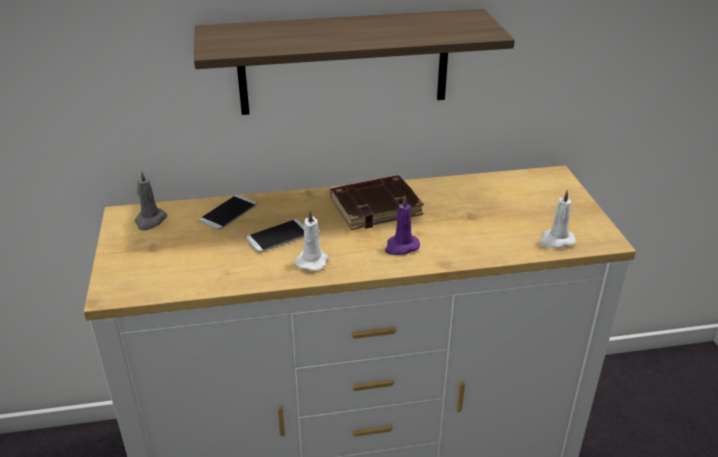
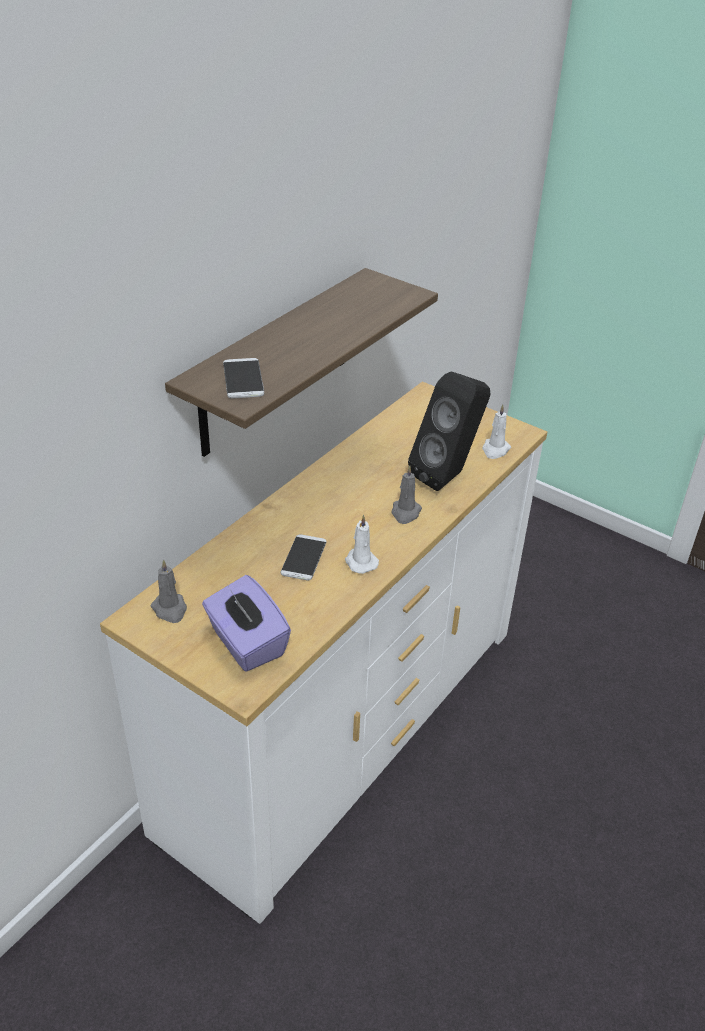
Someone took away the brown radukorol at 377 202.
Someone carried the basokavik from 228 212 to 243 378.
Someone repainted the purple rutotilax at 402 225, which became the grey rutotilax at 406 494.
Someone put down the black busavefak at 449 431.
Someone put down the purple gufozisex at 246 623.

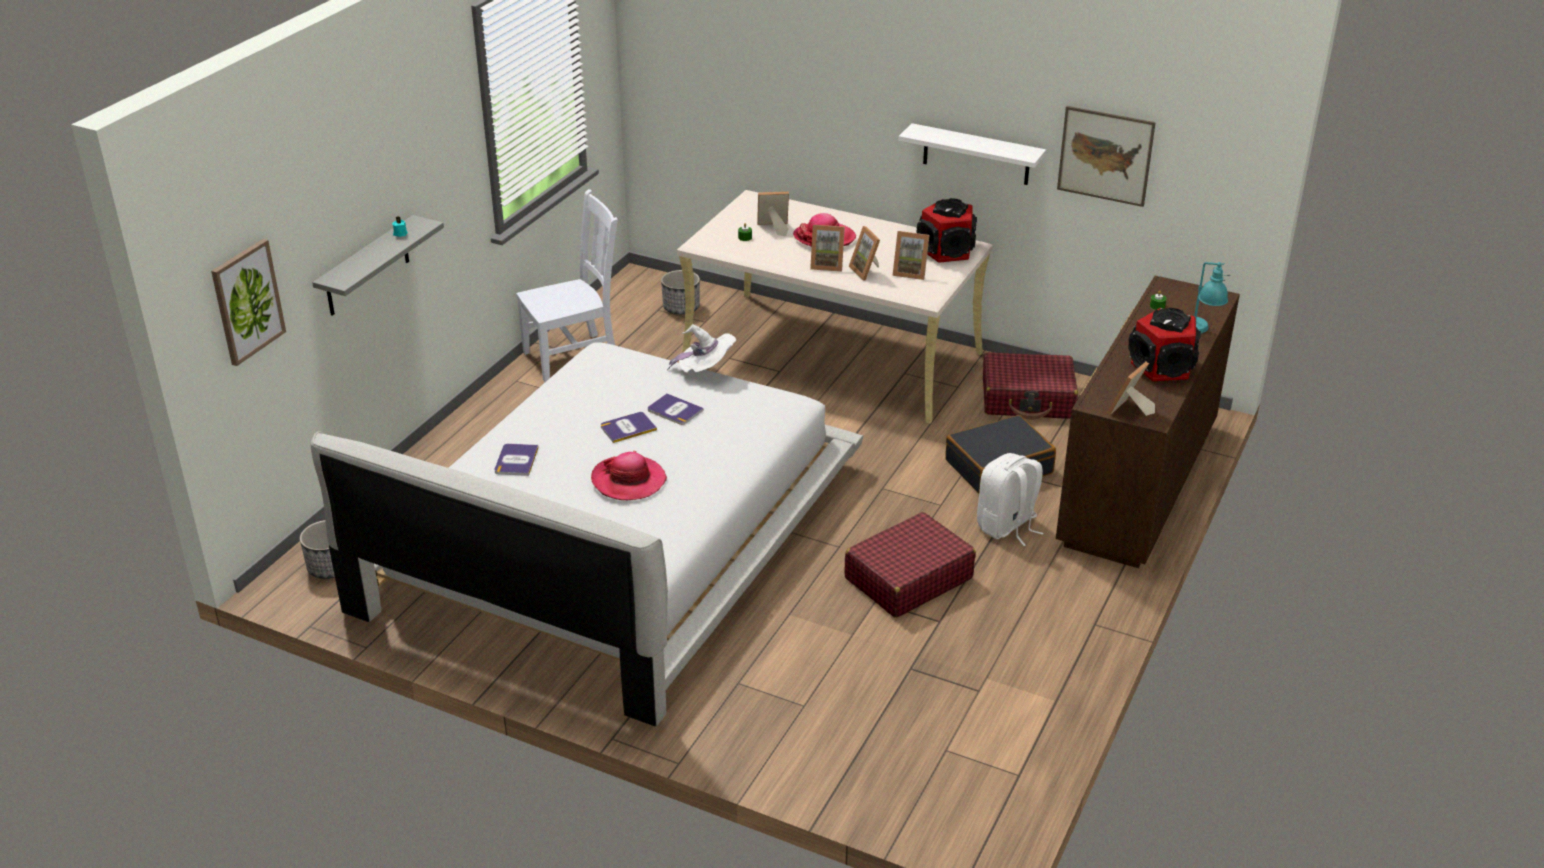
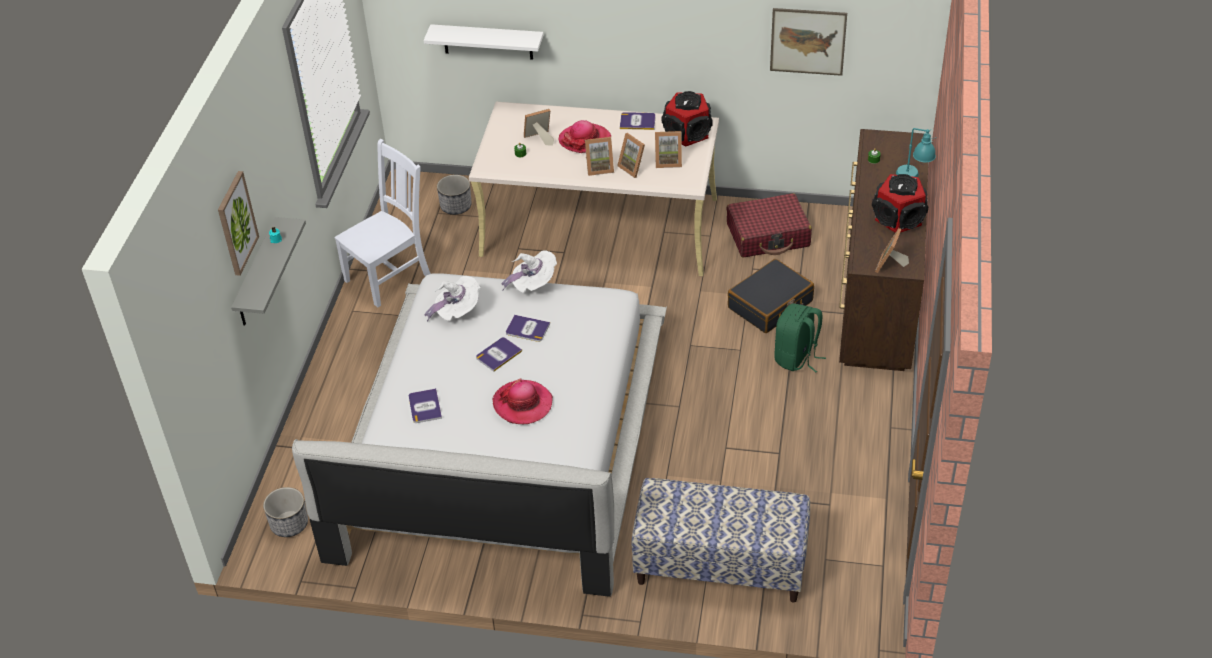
Someone carried the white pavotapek from 972 154 to 483 42.
Someone carried the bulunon from 248 302 to 238 223.
Someone repainted the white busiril at 1010 499, which became the green busiril at 800 338.
Someone took away the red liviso at 910 565.
Someone put down the radukorol at 638 121.
Someone put down the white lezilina at 452 298.
Someone put down the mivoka at 720 540.

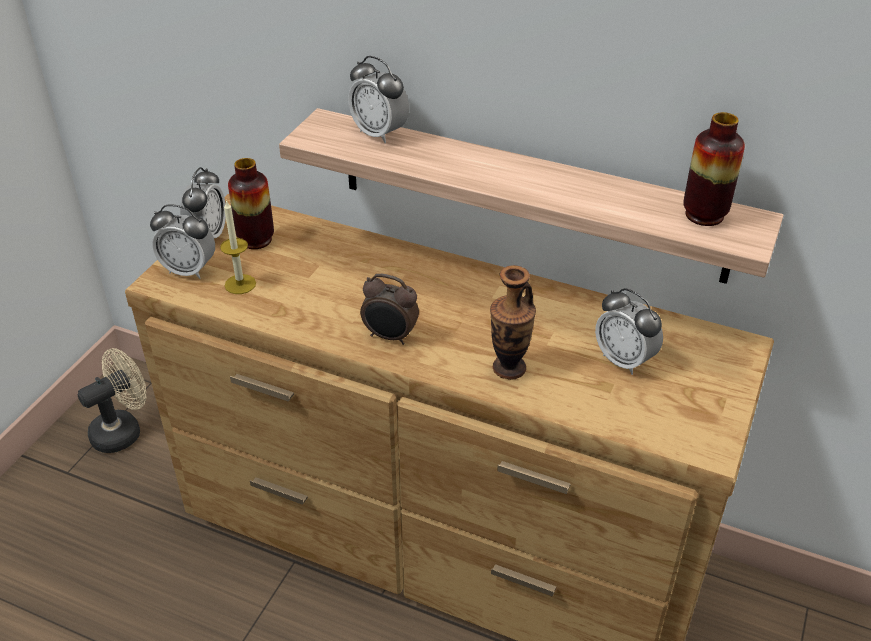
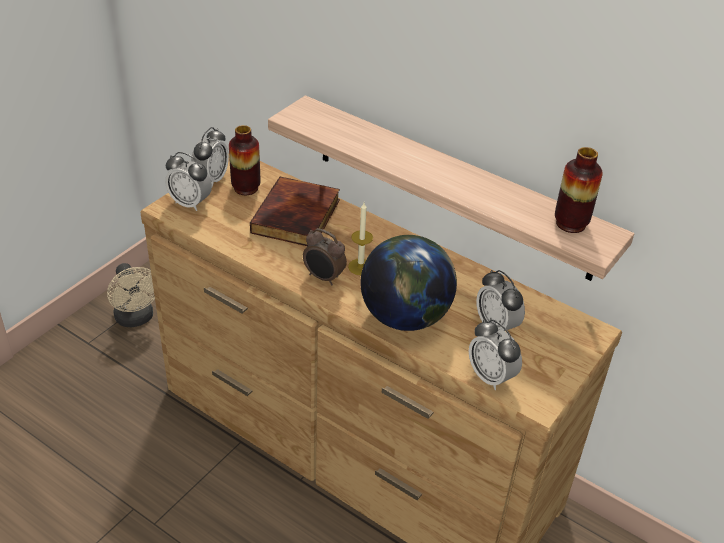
Someone carried the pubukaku from 378 100 to 495 354.
Someone carried the rutotilax from 238 247 to 360 239.
Someone swapped the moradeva at 513 322 for the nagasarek at 408 283.
Someone rotated the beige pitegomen at 112 400 by 90 degrees clockwise.
Someone put down the radukorol at 295 211.

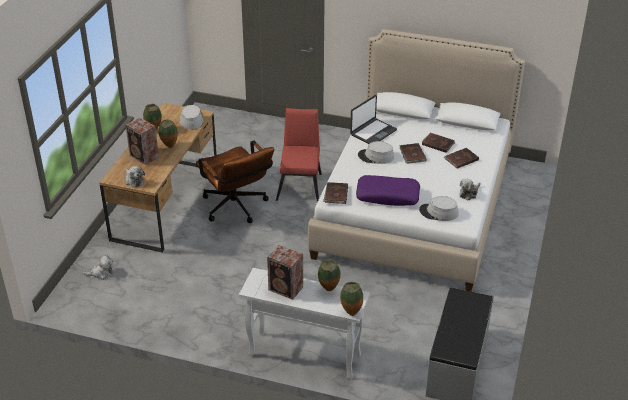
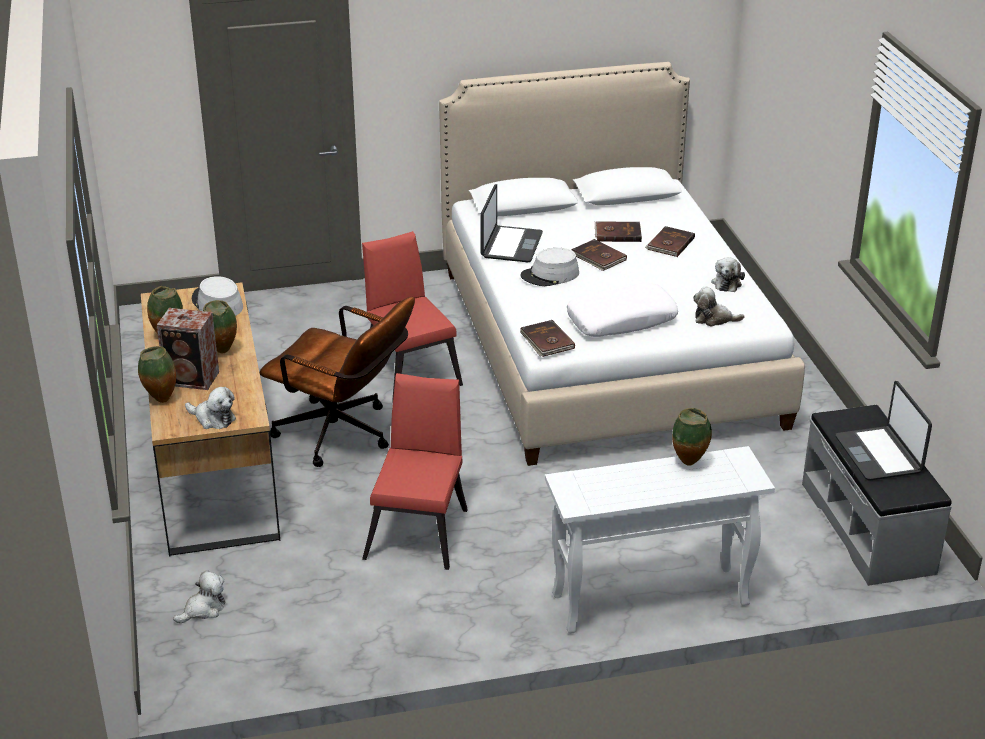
Someone repainted the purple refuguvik at 388 190, which became the white refuguvik at 622 309.
Someone swapped the grey lezilina at 439 208 for the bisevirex at 719 306.
Someone took away the busavefak at 285 272.
Someone carried the moradeva from 351 299 to 157 374.
Someone put down the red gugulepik at 415 471.
Someone put down the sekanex at 884 431.

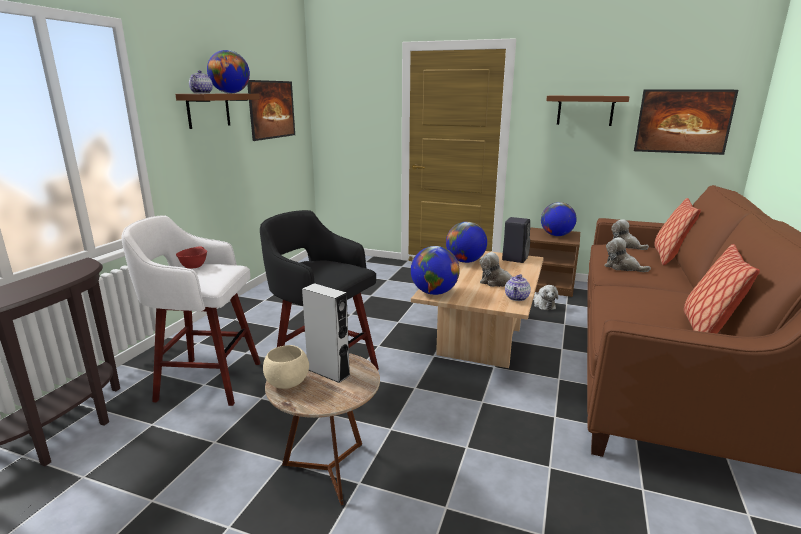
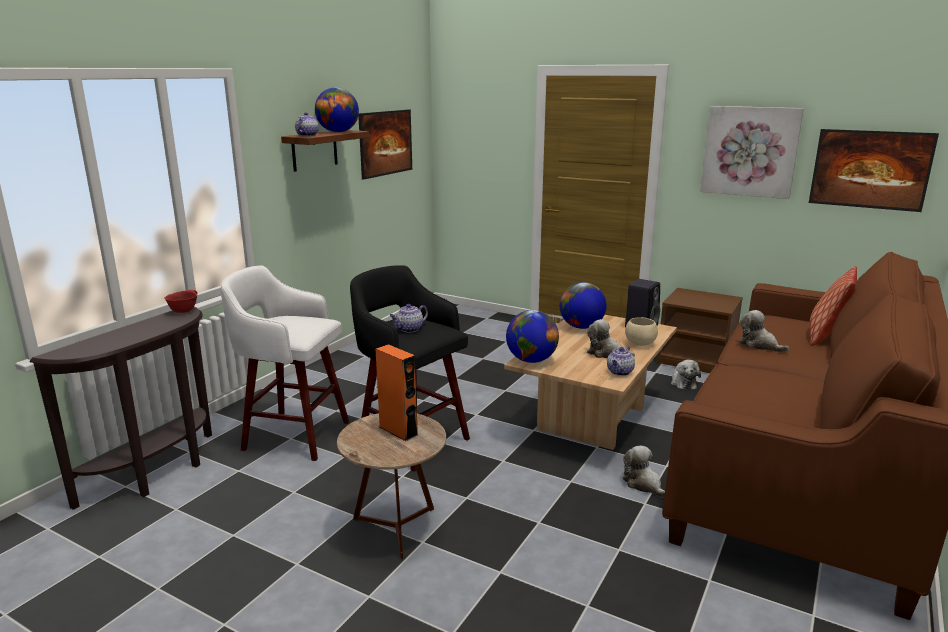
Someone swapped the brown pavotapek at 588 111 for the bulunon at 752 152.
Someone took away the nagasarek at 559 219.
Someone carried the bisevirex from 630 234 to 644 472.
Someone took away the refuguvik at 722 289.
Someone carried the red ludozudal from 191 257 to 180 301.
Someone repainted the grey busavefak at 326 333, which became the orange busavefak at 397 392.
Someone carried the beige ludozudal from 286 367 to 641 331.
Someone put down the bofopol at 408 318.

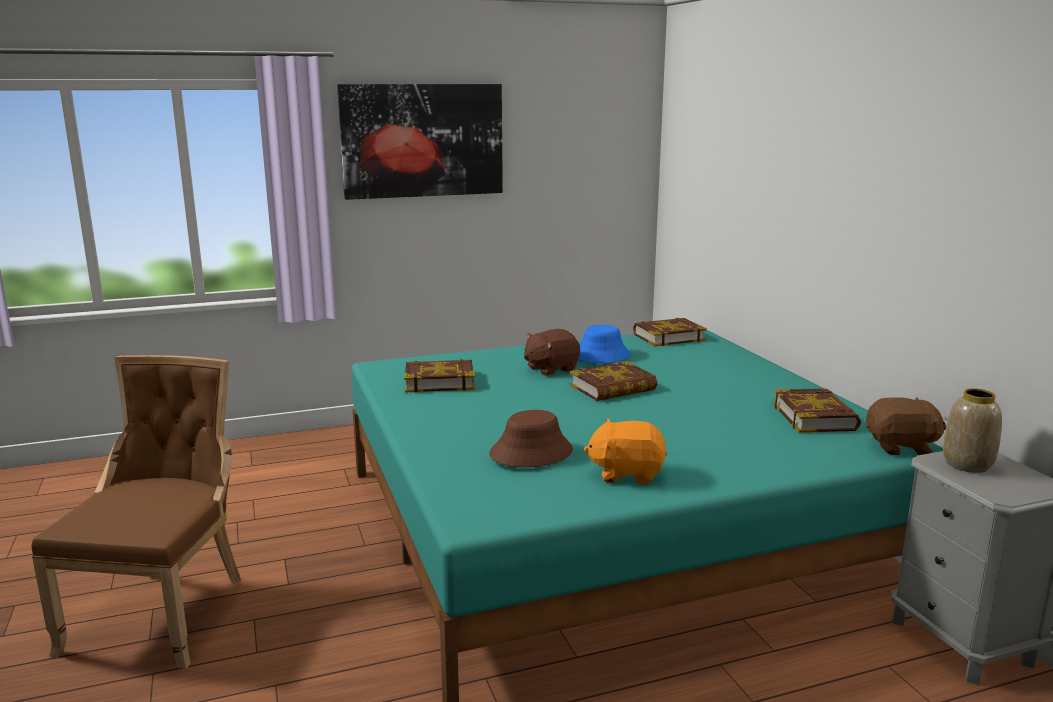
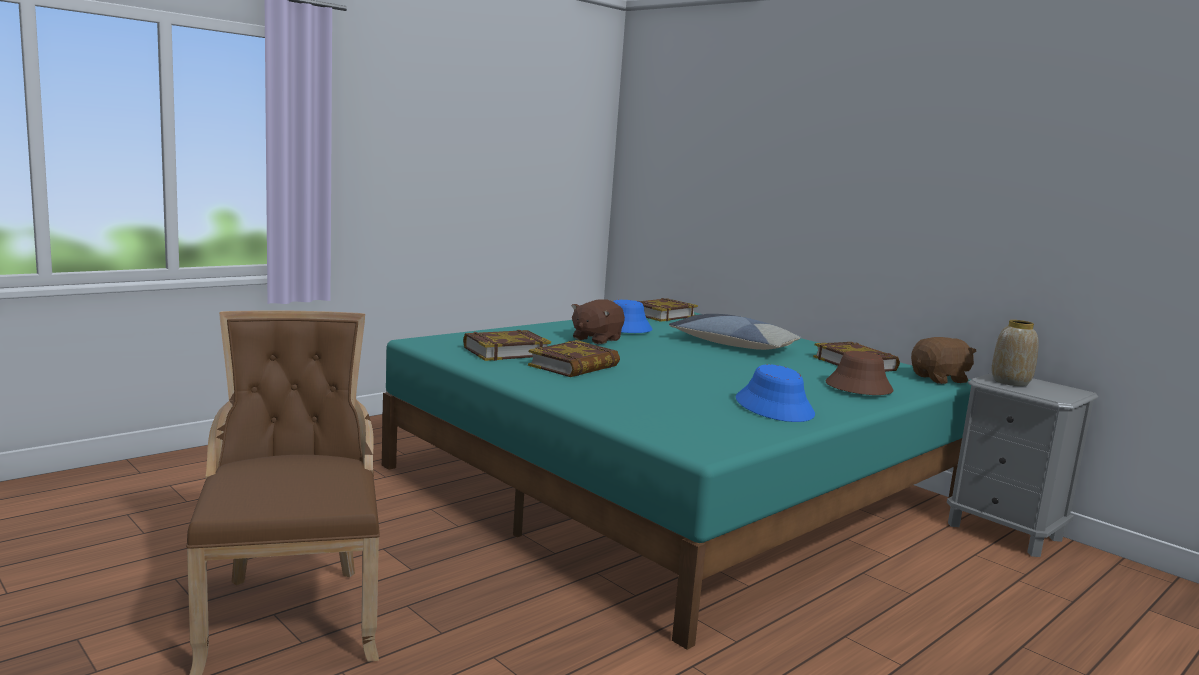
Someone took away the bulunon at 420 142.
Someone carried the radukorol from 613 381 to 574 358.
Someone carried the brown lezilina from 531 438 to 859 373.
Someone swapped the orange bisevirex at 625 451 for the blue lezilina at 775 393.
Someone put down the refuguvik at 735 332.

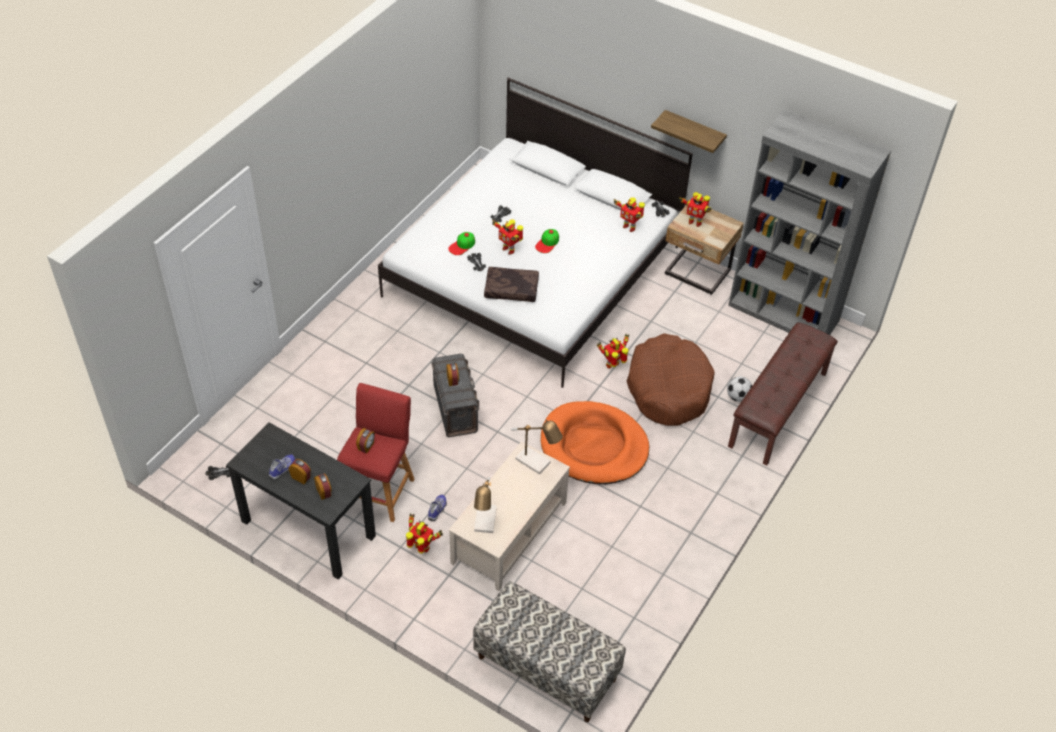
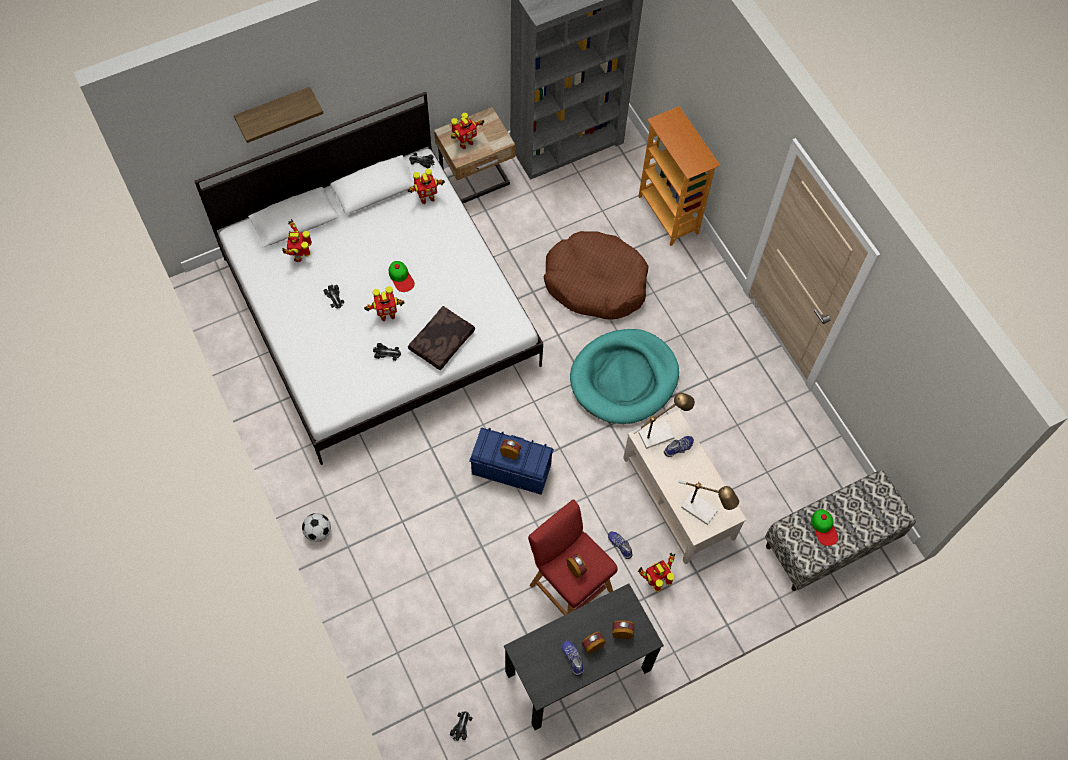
Someone carried the pavotapek from 689 131 to 279 115.
Someone carried the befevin from 461 243 to 824 527.
Someone swapped the brown mivoka at 783 394 for the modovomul at 679 176.
Someone carried the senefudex from 613 351 to 297 240.
Someone repainted the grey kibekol at 455 395, which became the blue kibekol at 511 461.
Someone carried the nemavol from 739 389 to 316 527.
Someone repainted the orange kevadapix at 595 442, which became the turquoise kevadapix at 624 376.
Someone put down the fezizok at 679 446.

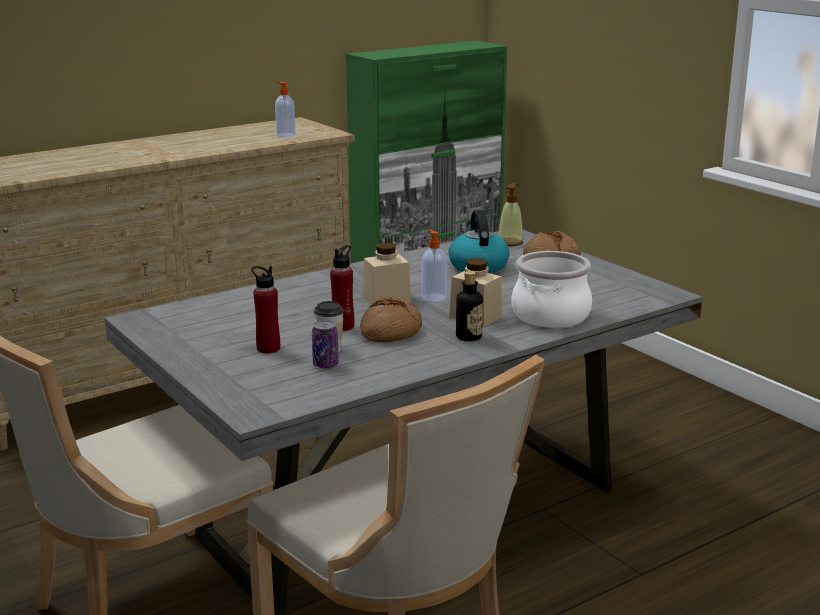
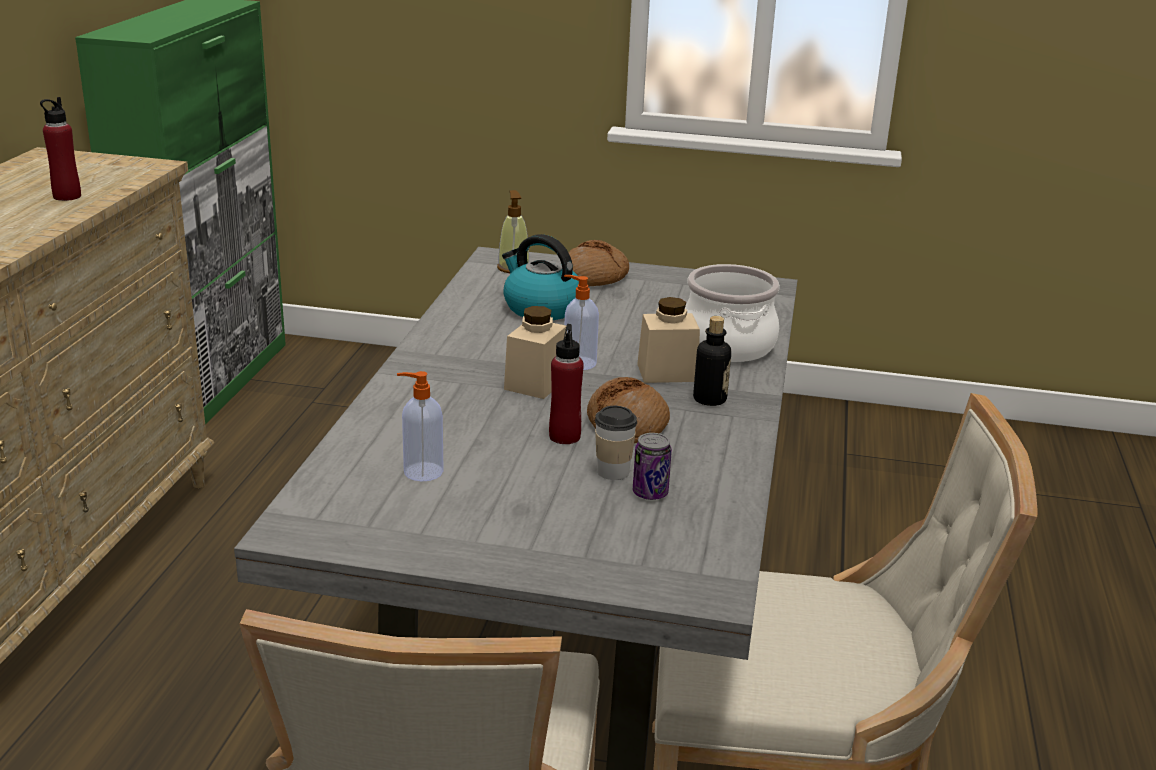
Someone carried the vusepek from 285 109 to 420 426.
Someone carried the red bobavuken from 265 309 to 60 149.

